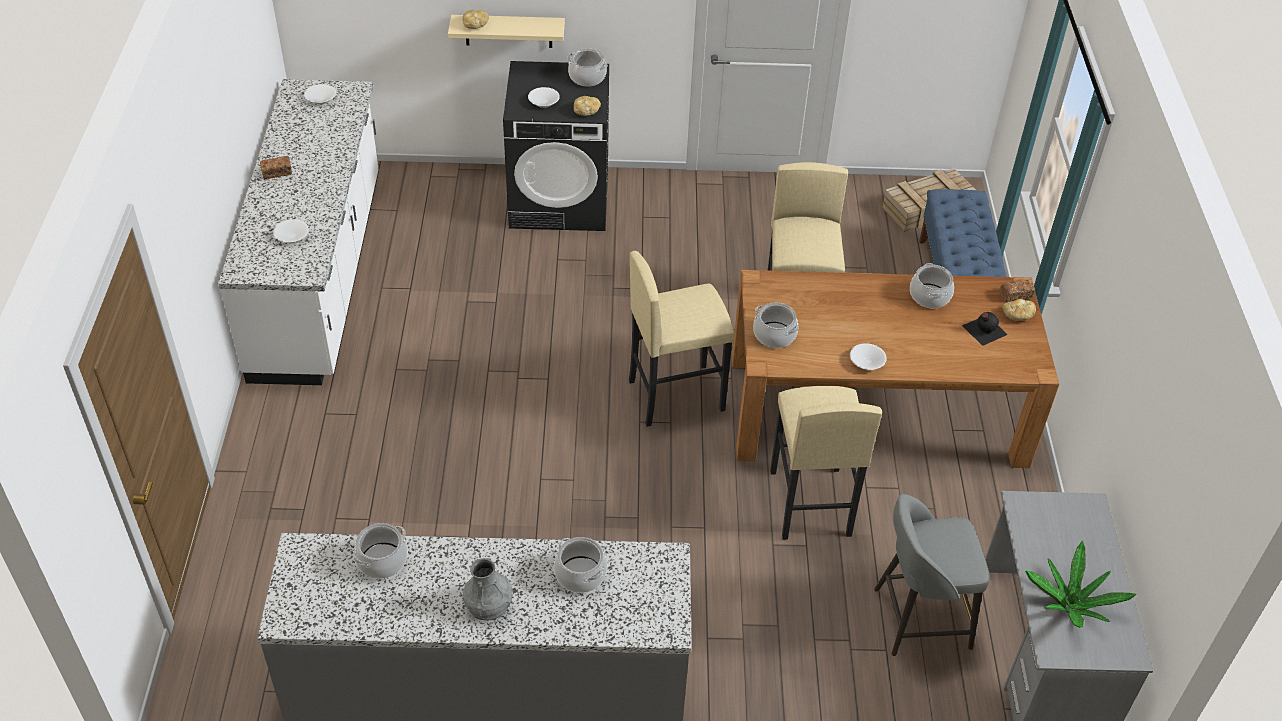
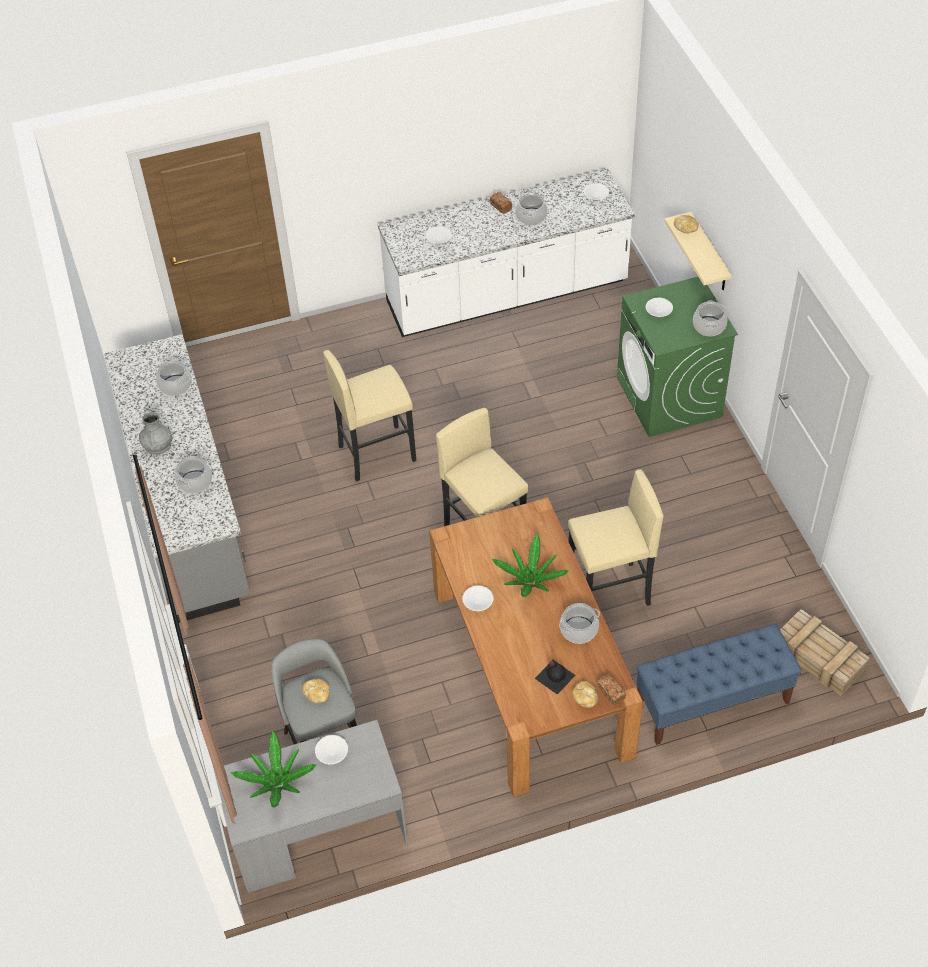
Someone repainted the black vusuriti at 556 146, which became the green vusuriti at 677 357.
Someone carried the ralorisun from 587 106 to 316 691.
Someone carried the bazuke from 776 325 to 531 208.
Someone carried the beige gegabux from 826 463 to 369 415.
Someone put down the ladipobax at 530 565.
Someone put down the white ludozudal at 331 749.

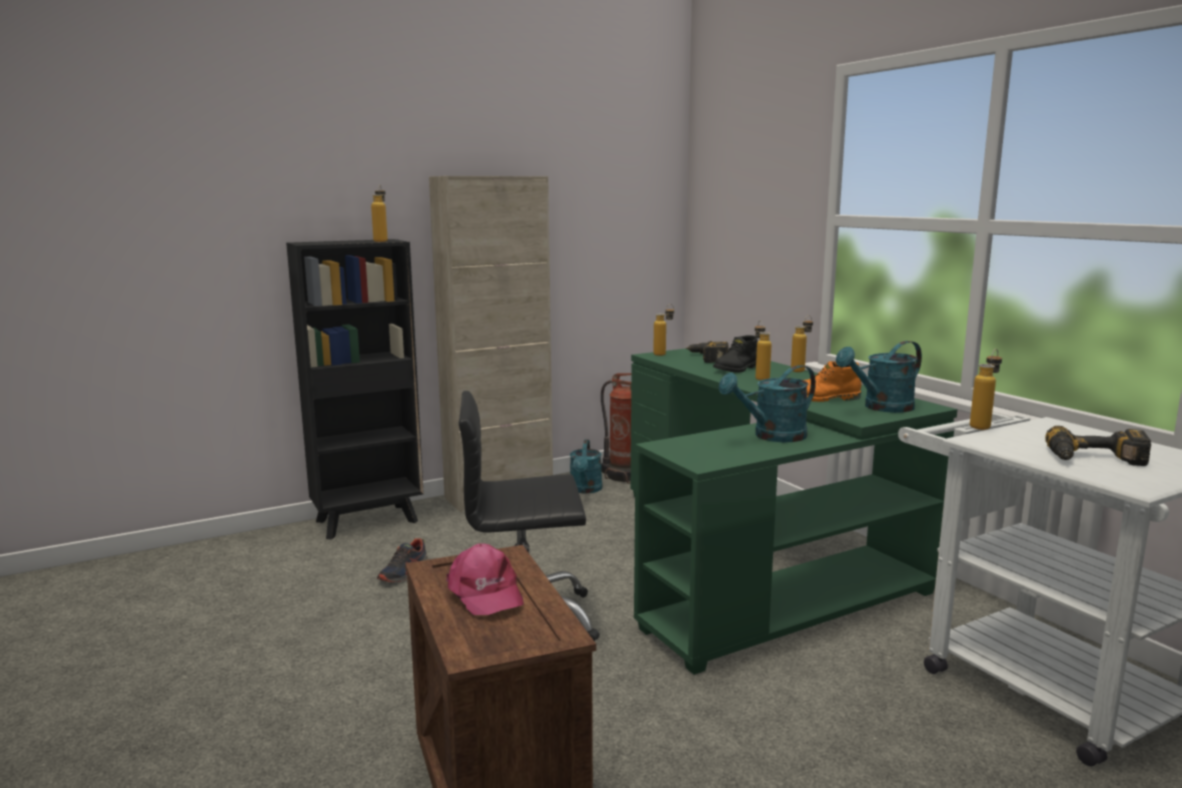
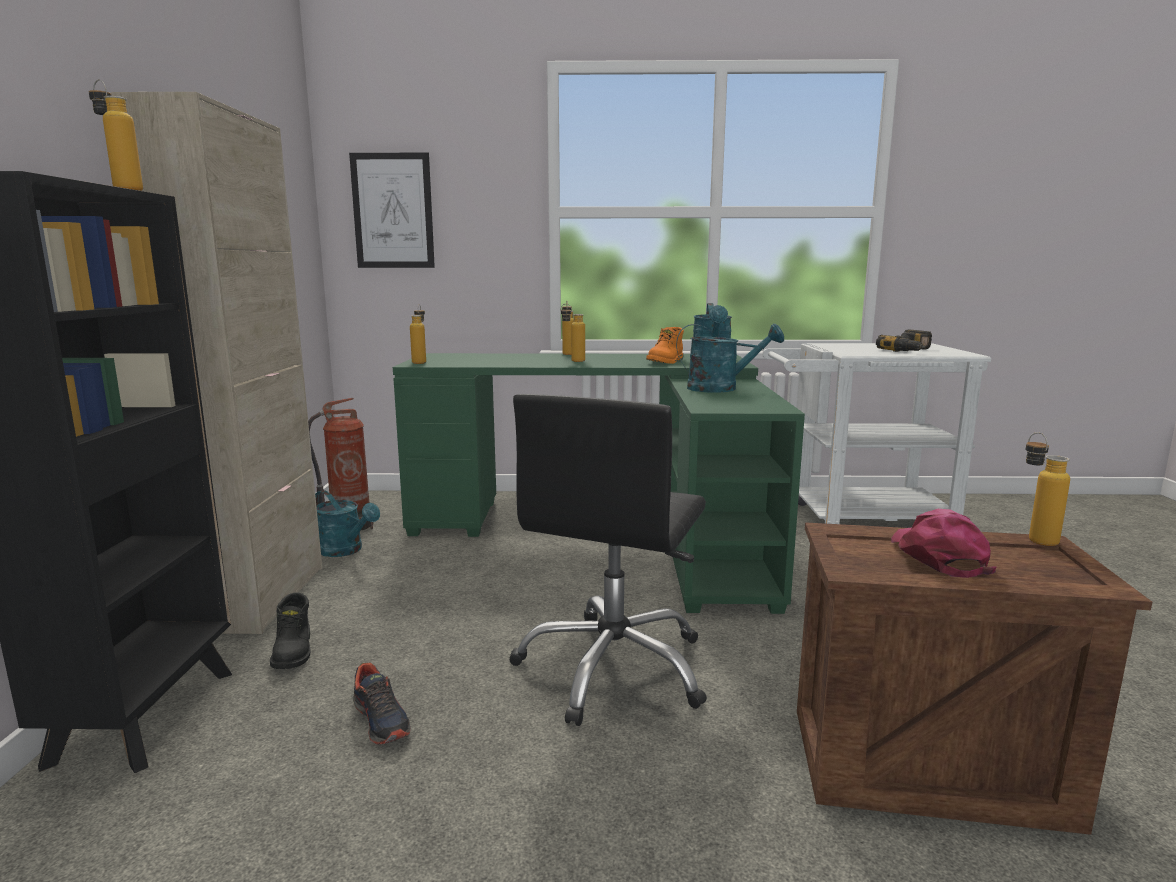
Someone carried the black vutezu from 735 354 to 290 631.
Someone took away the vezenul at 707 352.
Someone carried the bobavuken from 986 389 to 1047 489.
Someone rotated the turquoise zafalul at 767 403 by 90 degrees counterclockwise.
Someone rotated the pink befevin at 485 579 by 90 degrees counterclockwise.
Someone put up the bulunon at 392 210.

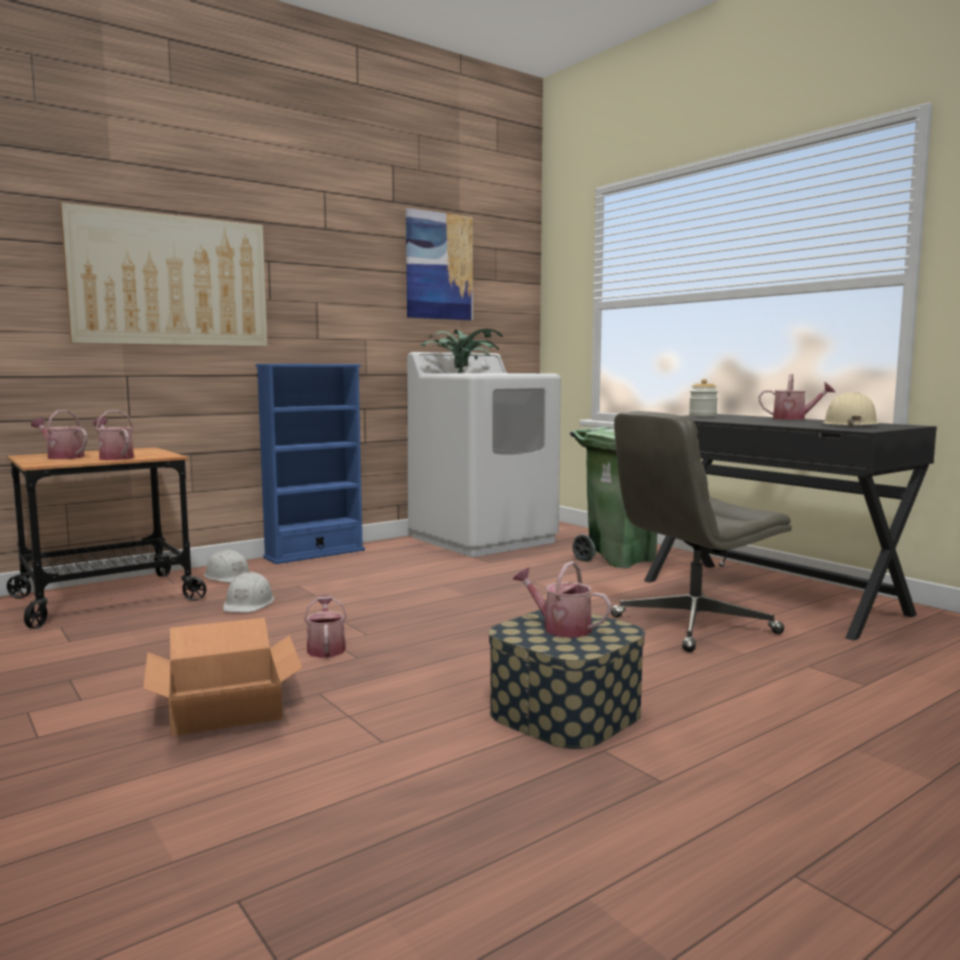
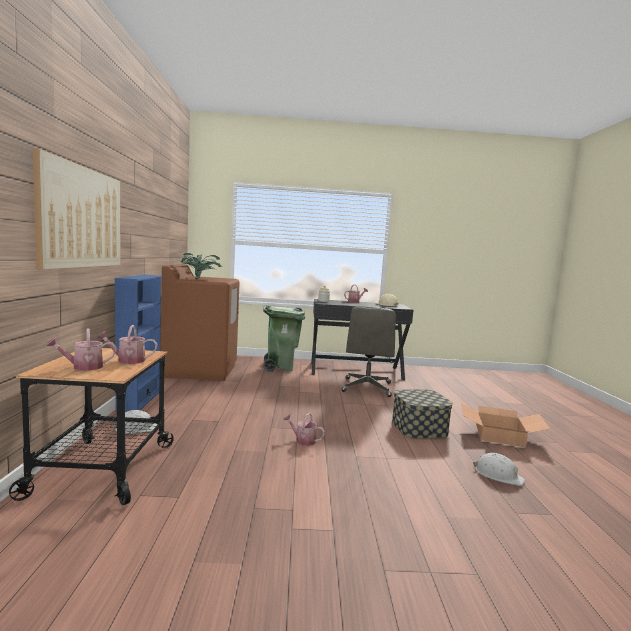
Someone took away the bulunon at 439 264.
Someone repainted the white vusuriti at 484 454, which became the brown vusuriti at 200 322.
Someone took away the zafalul at 562 599.
Someone carried the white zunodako from 248 592 to 499 469.
Someone carried the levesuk from 222 677 to 505 425.

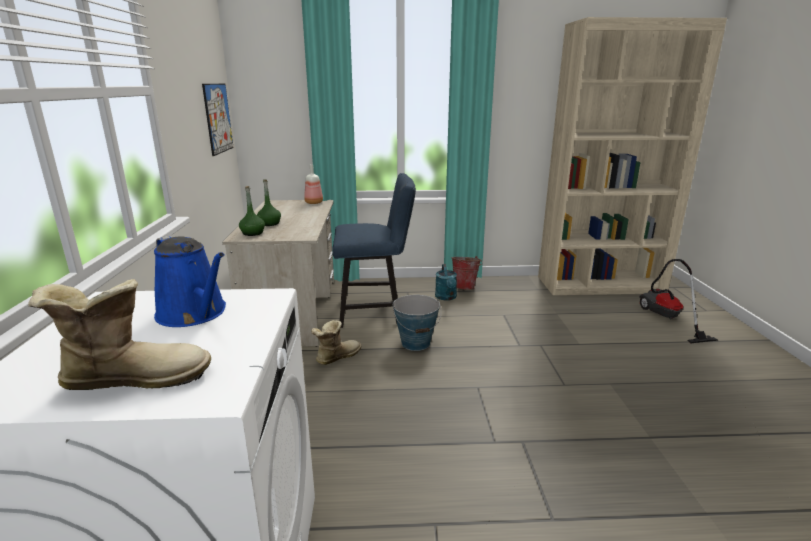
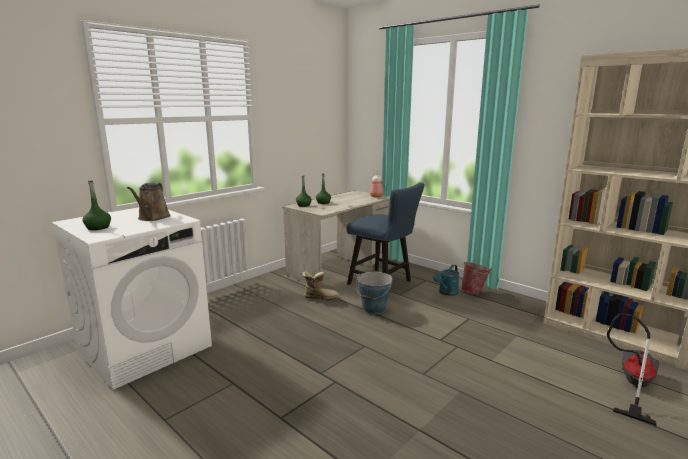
Someone took away the bulunon at 218 120.
Someone repainted the blue zafalul at 190 281, which became the brown zafalul at 149 202.
Someone swapped the vutezu at 119 334 for the green bobavuken at 96 205.

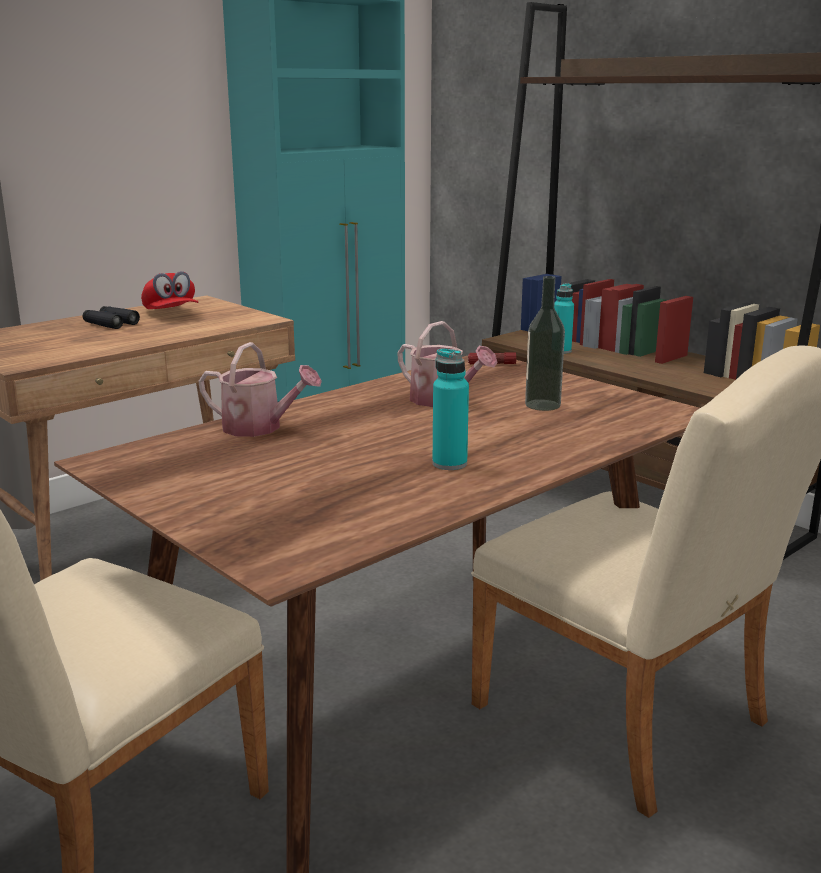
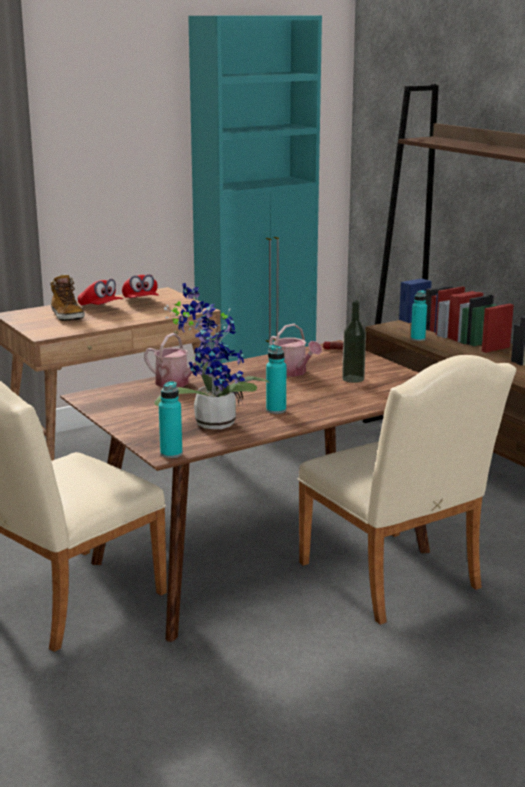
Someone swapped the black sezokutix at 111 317 for the red befevin at 100 292.
Someone put down the vutezu at 67 297.
Someone put down the ladipobax at 212 356.
Someone put down the turquoise bobavuken at 170 419.

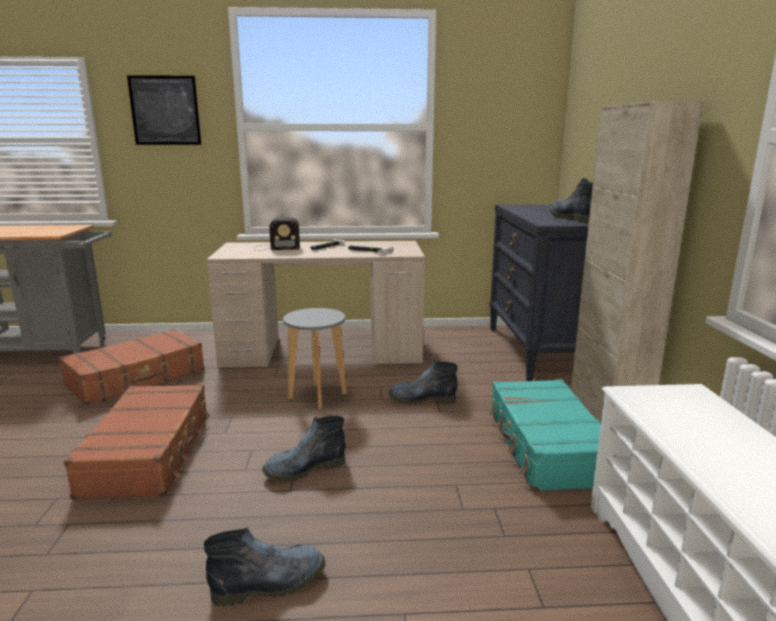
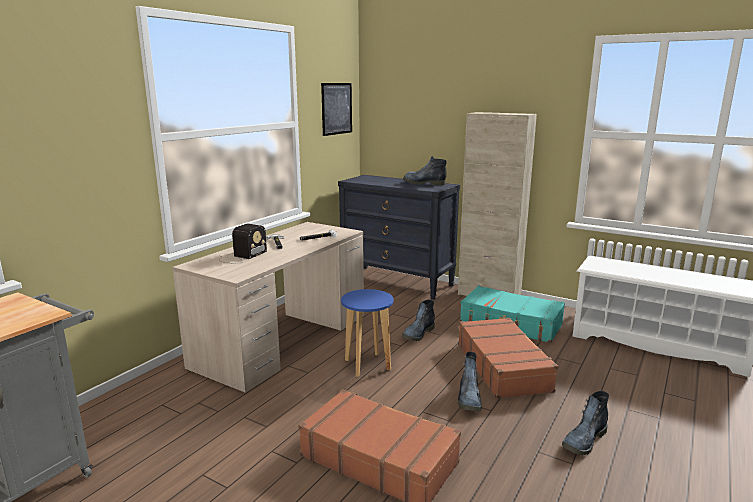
Someone carried the bulunon from 164 110 to 336 109.
Someone repainted the grey gegabux at 315 359, which became the blue gegabux at 367 333.
Someone carried the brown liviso from 132 367 to 508 358.
Someone rotated the vutezu at 265 567 by 150 degrees counterclockwise.

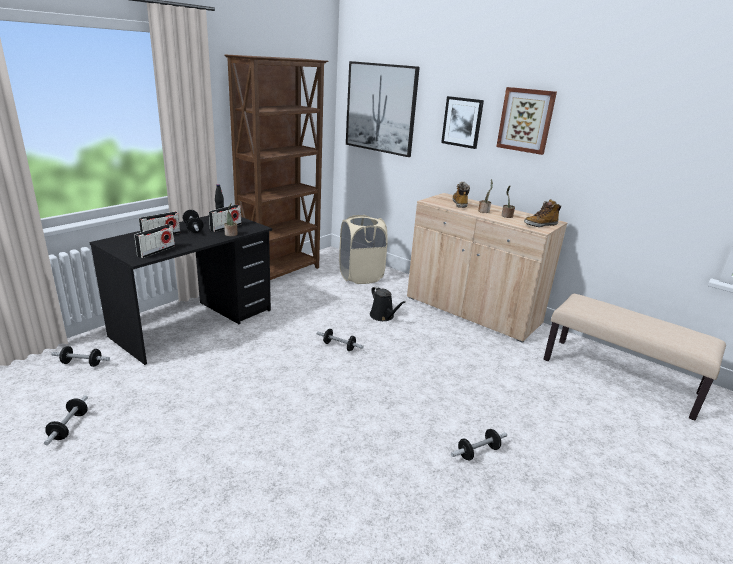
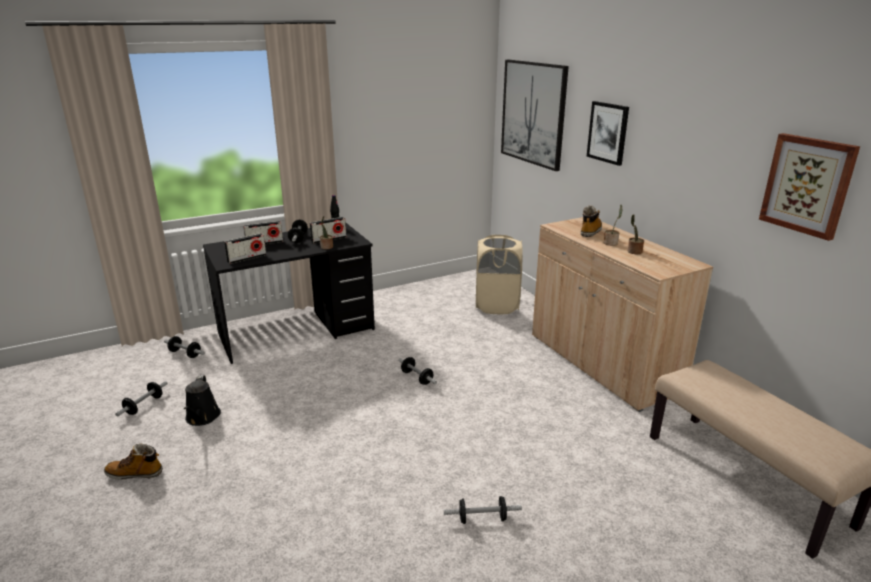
Someone took away the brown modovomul at 276 167.
Someone carried the bulunon from 526 121 to 809 187.
Someone carried the vutezu from 542 213 to 133 461.
Someone carried the black zafalul from 388 303 to 202 400.

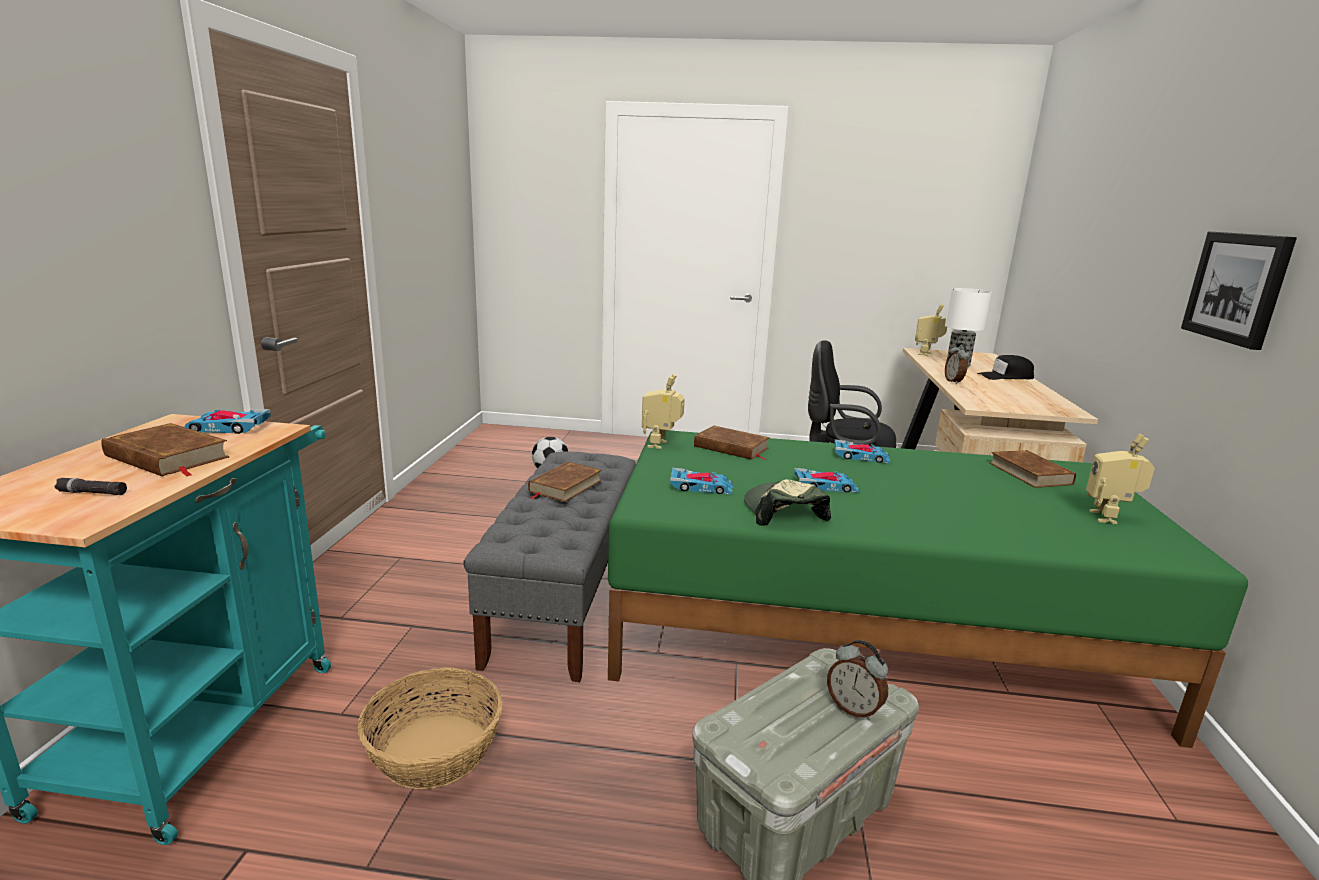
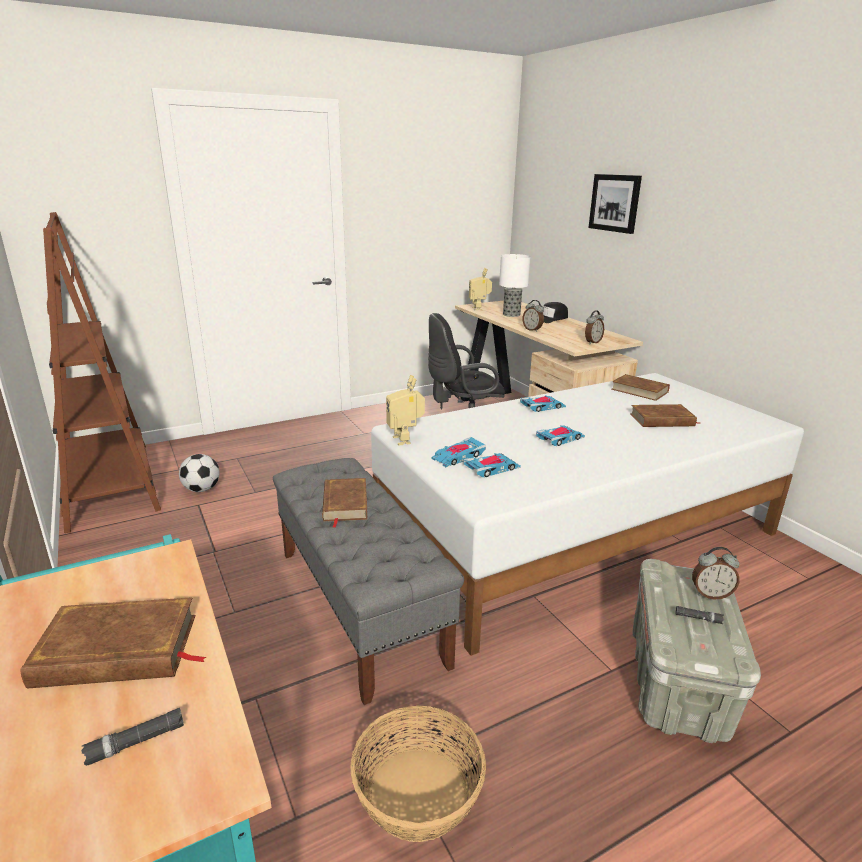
Someone carried the bulunon from 1239 291 to 615 204.
Someone carried the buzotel from 227 421 to 458 452.
Someone carried the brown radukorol from 732 443 to 665 415.
Someone repainted the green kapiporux at 928 589, which became the white kapiporux at 587 514.
Someone took away the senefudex at 1120 478.
Someone took away the befevin at 787 502.
Someone put down the brown modovomul at 102 372.
Someone put down the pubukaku at 594 327.
Someone put down the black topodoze at 699 615.

